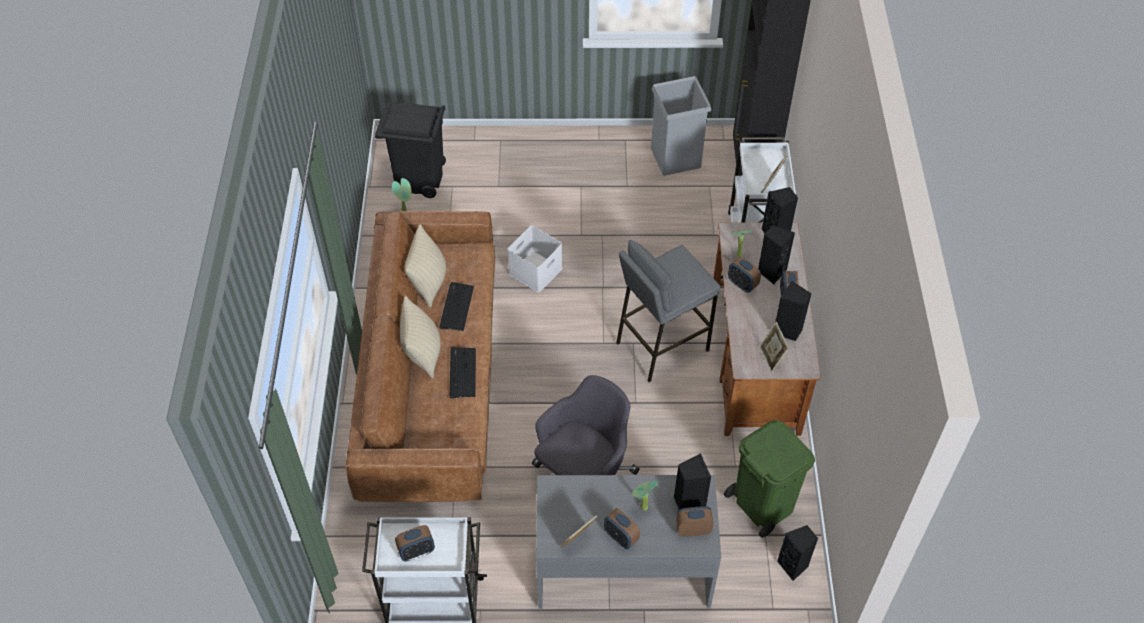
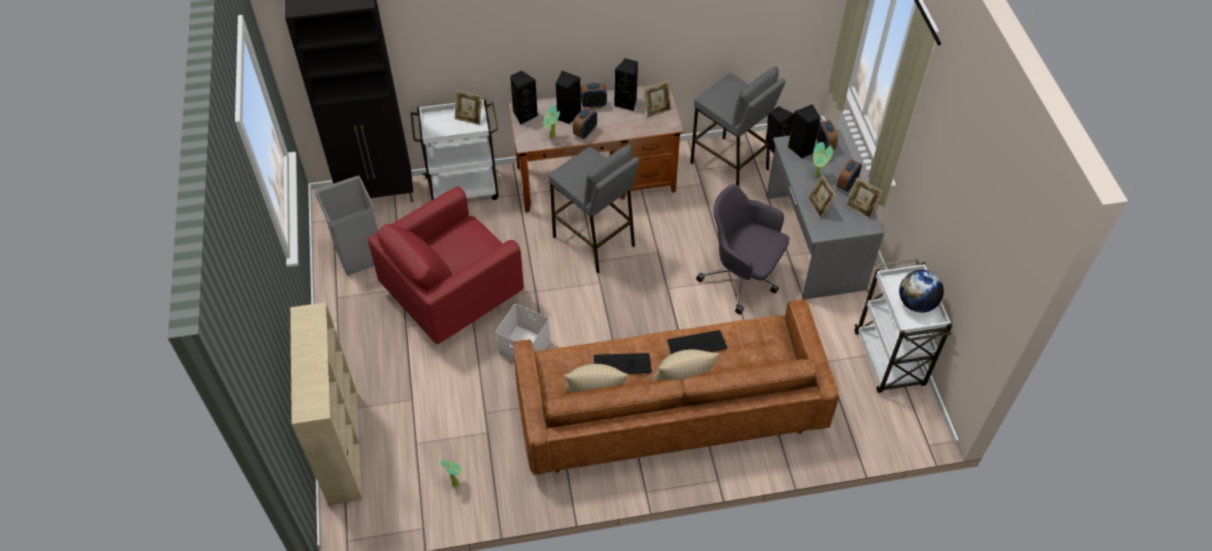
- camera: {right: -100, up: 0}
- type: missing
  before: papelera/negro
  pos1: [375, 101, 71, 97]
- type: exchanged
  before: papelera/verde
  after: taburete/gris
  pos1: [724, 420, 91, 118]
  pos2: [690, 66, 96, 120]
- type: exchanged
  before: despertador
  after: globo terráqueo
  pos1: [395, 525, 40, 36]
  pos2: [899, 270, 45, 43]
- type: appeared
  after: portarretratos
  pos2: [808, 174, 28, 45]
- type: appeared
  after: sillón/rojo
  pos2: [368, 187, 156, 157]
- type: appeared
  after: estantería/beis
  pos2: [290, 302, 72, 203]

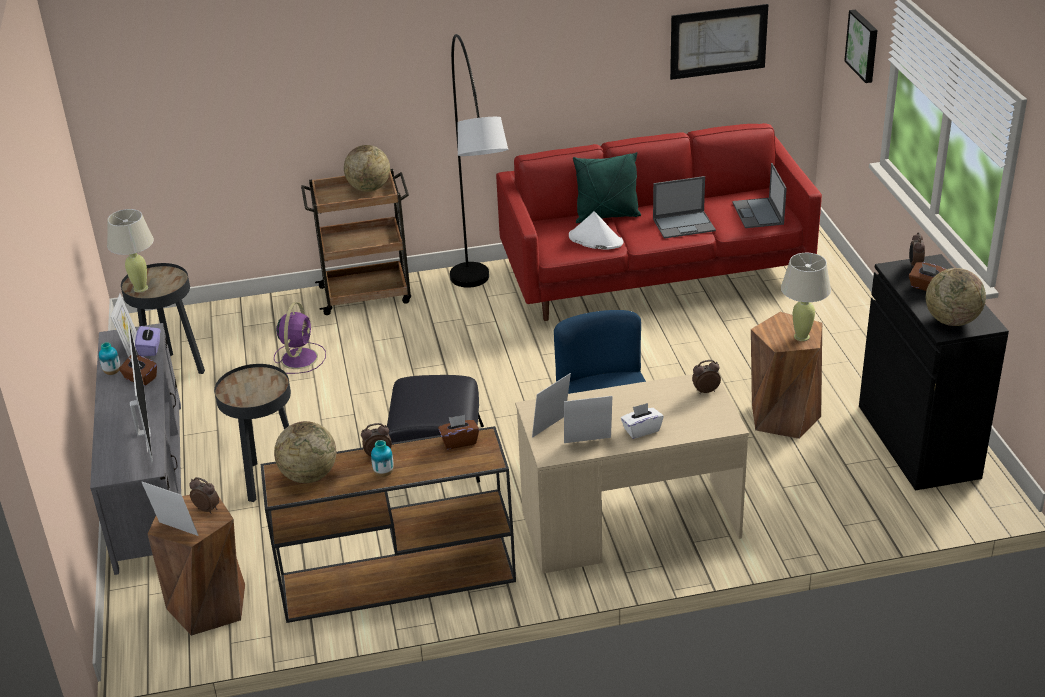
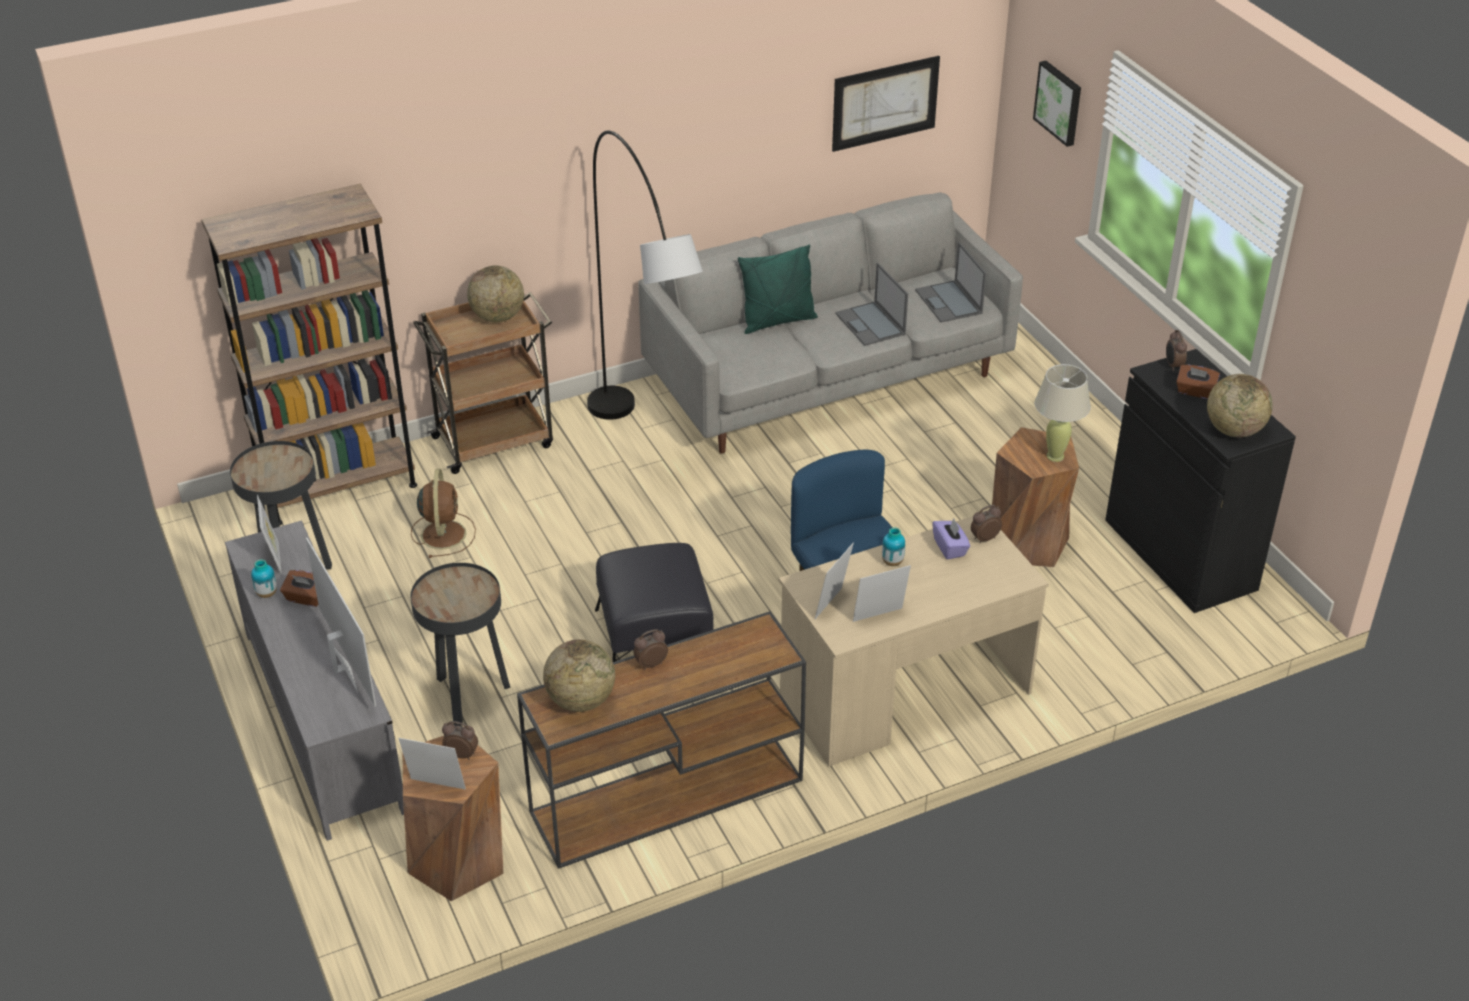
- camera: {right: -15, up: 5}
- type: colour
  before: sofá/rojo
  after: sofá/gris
  pos1: [496, 123, 326, 198]
  pos2: [638, 193, 385, 261]
- type: spun
  before: portátil
  pos1: [653, 176, 63, 63]
  pos2: [835, 263, 73, 83]
  turn: 90
- type: missing
  before: lámpara de mesa/beis
  pos1: [107, 209, 47, 83]
- type: missing
  before: sombrero/blanco
  pos1: [569, 211, 54, 39]
- type: colour
  before: ventilador/morado
  after: ventilador/marrón
  pos1: [274, 302, 52, 72]
  pos2: [411, 469, 65, 89]
- type: relocated
  before: caja de pañuelos/morado
  pos1: [135, 324, 25, 33]
  pos2: [932, 518, 38, 42]
- type: missing
  before: caja de pañuelos/blanco
  pos1: [621, 403, 43, 36]
- type: missing
  before: caja de pañuelos/marrón
  pos1: [438, 415, 41, 34]
- type: relocated
  before: florero
  pos1: [371, 440, 23, 37]
  pos2: [882, 528, 23, 38]
- type: appeared
  after: estantería/marrón
  pos2: [201, 184, 216, 342]

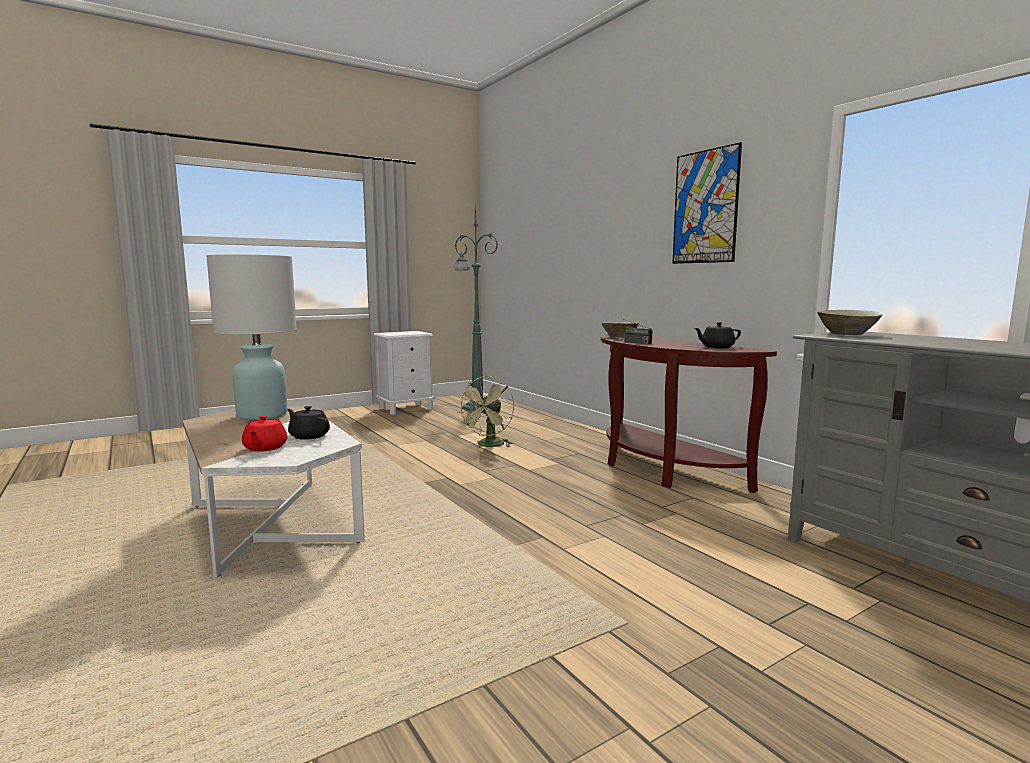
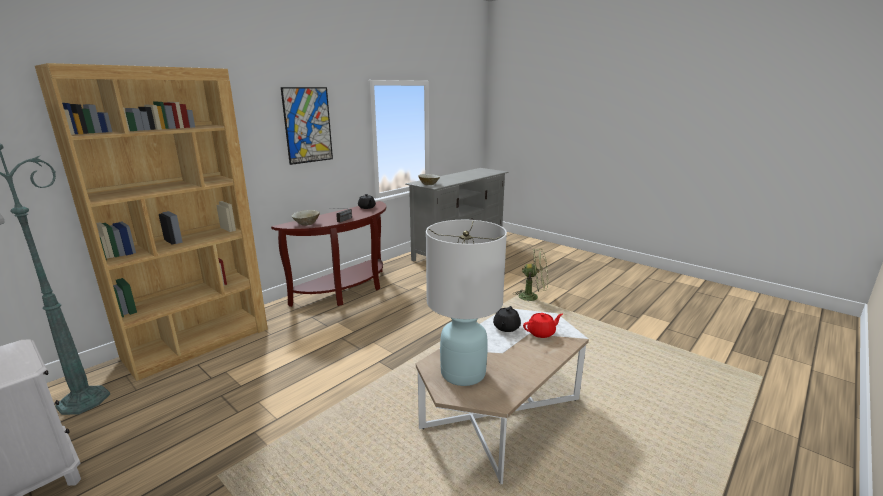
- camera: {right: -105, up: 10}
- type: relocated
  before: ventilador/verde
  pos1: [457, 376, 57, 72]
  pos2: [514, 249, 34, 55]
- type: appeared
  after: estantería/marrón
  pos2: [35, 63, 233, 318]

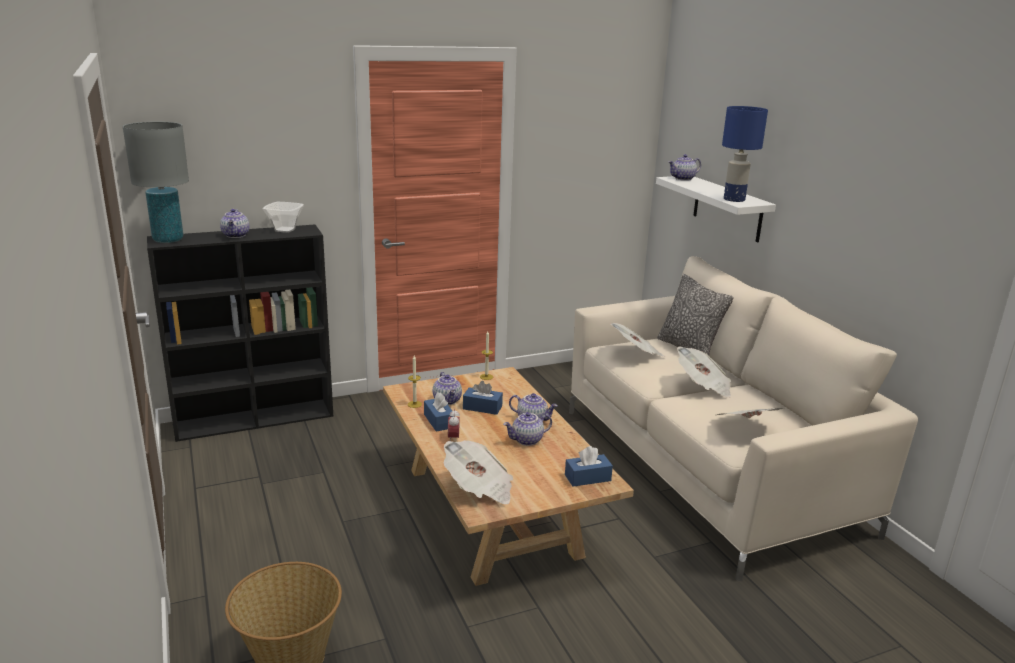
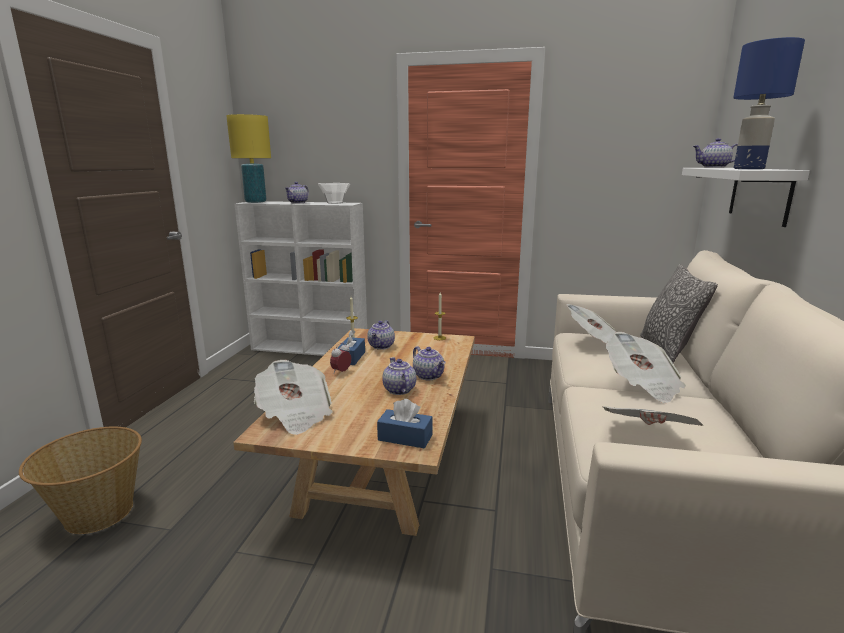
- camera: {right: 35, up: -5}
- type: colour
  before: lámpara de mesa/gris
  after: lámpara de mesa/amarillo
  pos1: [123, 121, 66, 122]
  pos2: [226, 114, 45, 89]
- type: colour
  before: estantería/negro
  after: estantería/blanco
  pos1: [147, 225, 186, 217]
  pos2: [235, 201, 132, 155]
- type: missing
  before: caja de pañuelos/azul
  pos1: [463, 381, 40, 34]
- type: spun
  before: tetera
  pos1: [503, 412, 49, 34]
  pos2: [382, 357, 34, 38]
  turn: 60

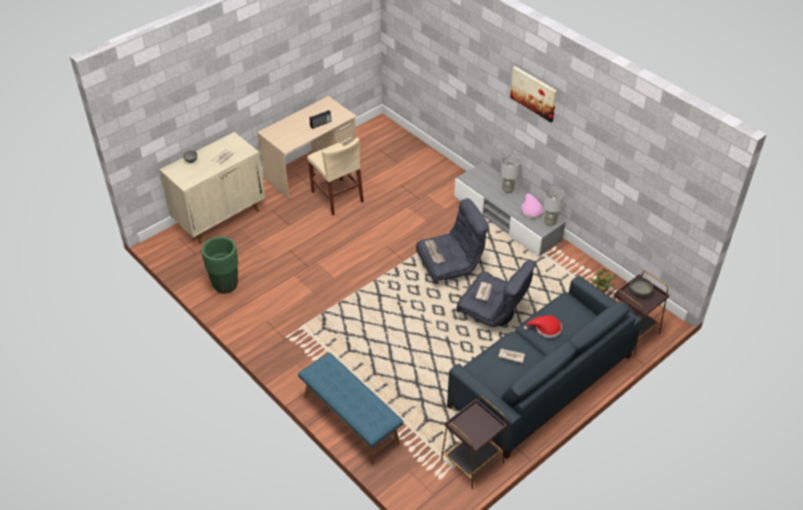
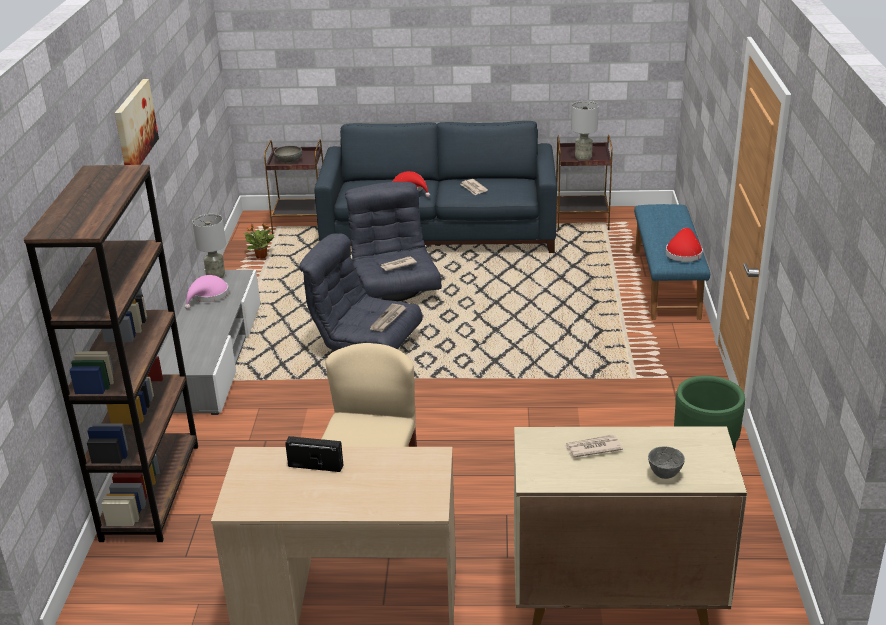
- camera: {right: -135, up: -15}
- type: relocated
  before: lámpara de mesa/gris
  pos1: [501, 155, 19, 38]
  pos2: [571, 101, 28, 59]
- type: appeared
  after: estantería/marrón
  pos2: [24, 165, 174, 377]
- type: appeared
  after: sombrero/rojo
  pos2: [666, 228, 37, 34]

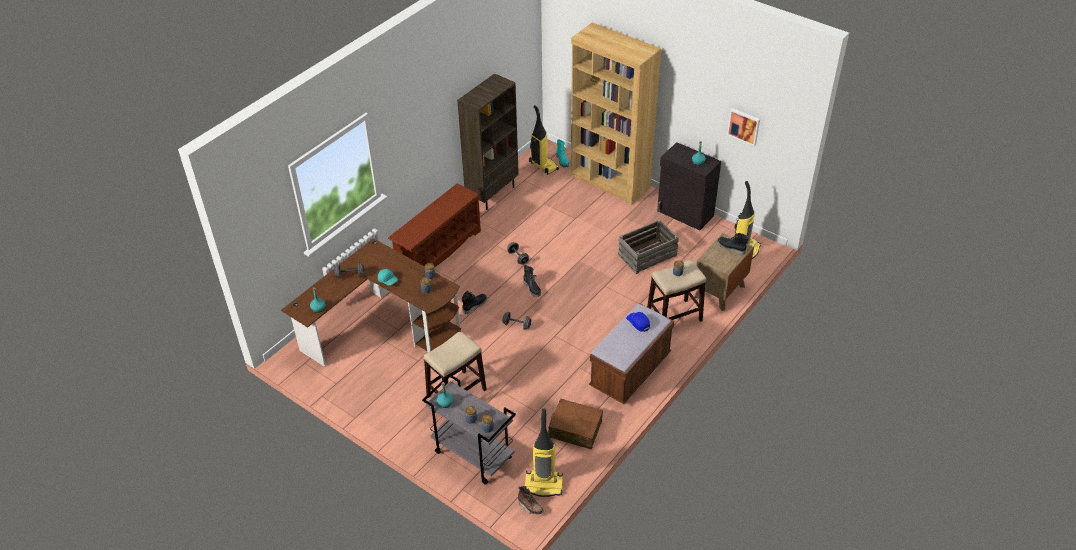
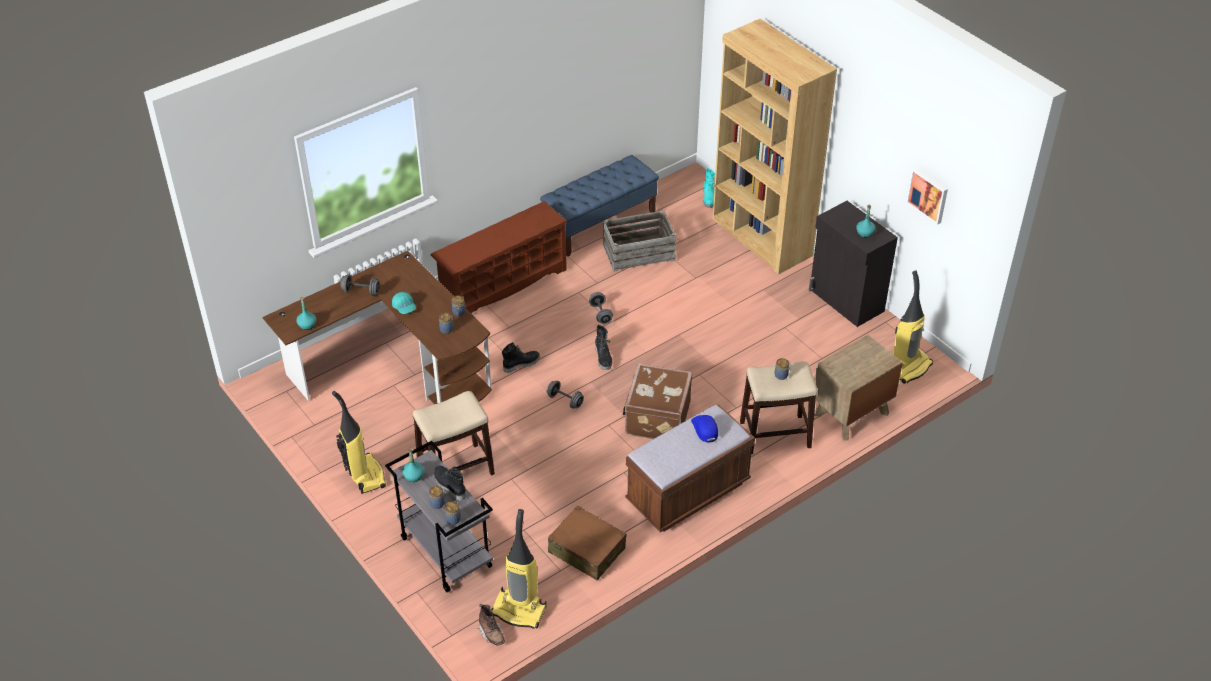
- camera: {right: 15, up: 0}
- type: exchanged
  before: estantería/marrón
  after: banco/azul
  pos1: [457, 73, 62, 137]
  pos2: [540, 155, 119, 102]
- type: relocated
  before: aspiradora
  pos1: [529, 105, 30, 70]
  pos2: [332, 391, 54, 103]
- type: relocated
  before: caja de embalaje
  pos1: [618, 220, 61, 54]
  pos2: [603, 211, 73, 61]
- type: relocated
  before: bota/negro
  pos1: [717, 233, 31, 22]
  pos2: [434, 466, 32, 35]
- type: appeared
  after: maleta/marrón
  pos2: [622, 363, 70, 76]

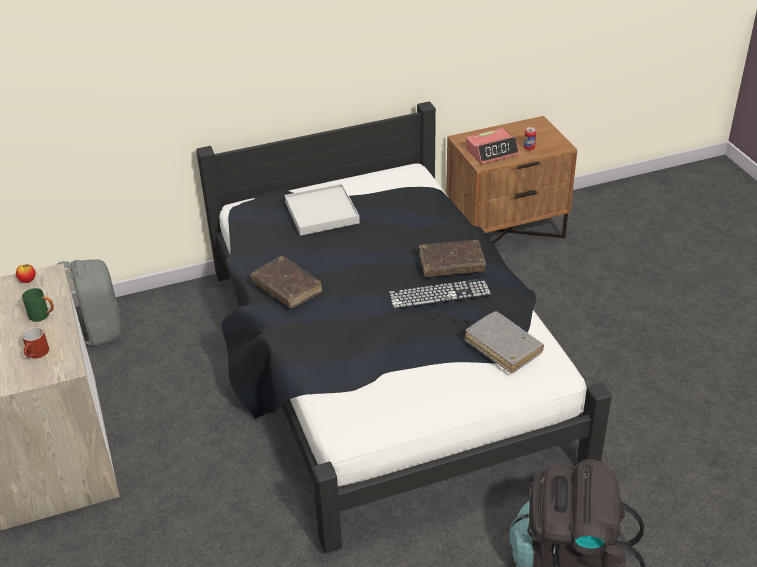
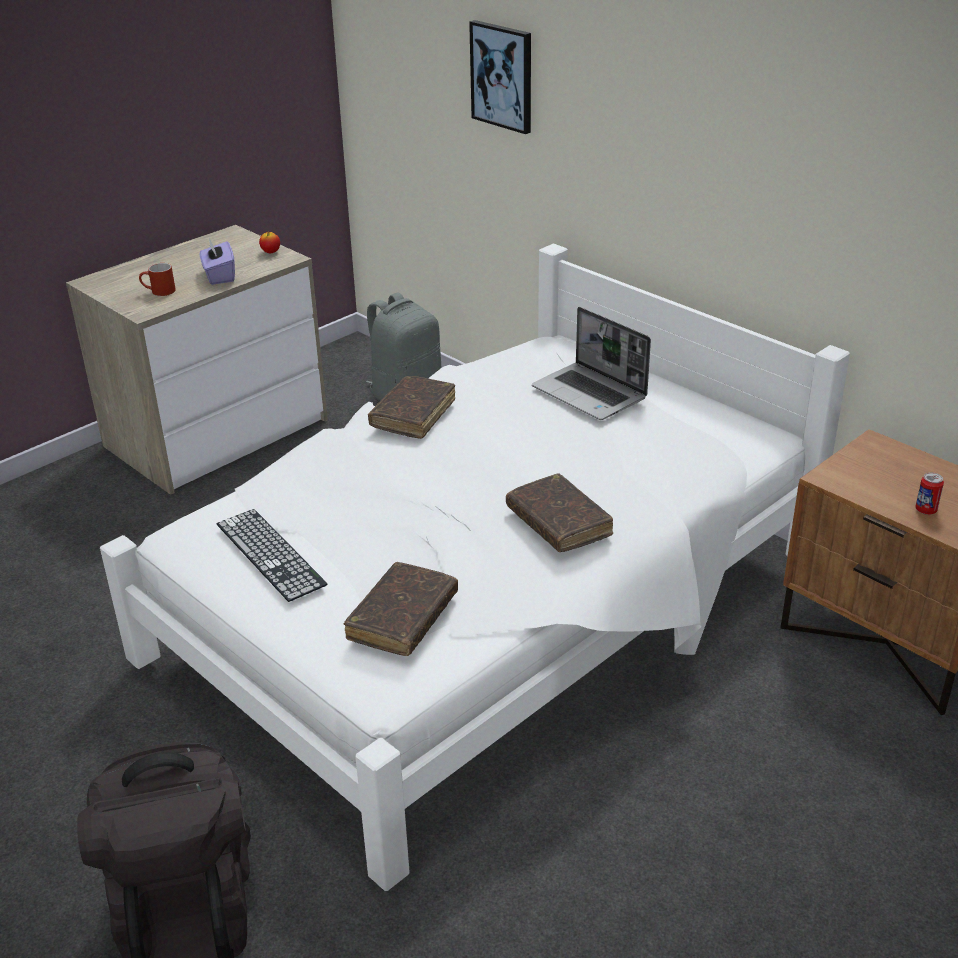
- camera: {right: 65, up: -5}
- type: colour
  before: cama/negro
  after: cama/blanco
  pos1: [196, 101, 416, 452]
  pos2: [100, 243, 750, 648]
- type: missing
  before: despertador
  pos1: [466, 128, 53, 36]
- type: exchanged
  before: bandeja/blanco
  after: portátil
  pos1: [285, 184, 75, 52]
  pos2: [532, 307, 119, 113]
- type: relocated
  before: teclado
  pos1: [388, 278, 103, 32]
  pos2: [217, 509, 111, 93]
- type: exchanged
  before: taza grande/verde
  after: caja de pañuelos/morado
  pos1: [22, 288, 32, 34]
  pos2: [200, 238, 35, 47]
- type: colour
  before: libro/gris
  after: libro/marrón
  pos1: [465, 311, 79, 63]
  pos2: [344, 562, 114, 94]
- type: appeared
  after: cuadro
  pos2: [469, 20, 62, 114]

